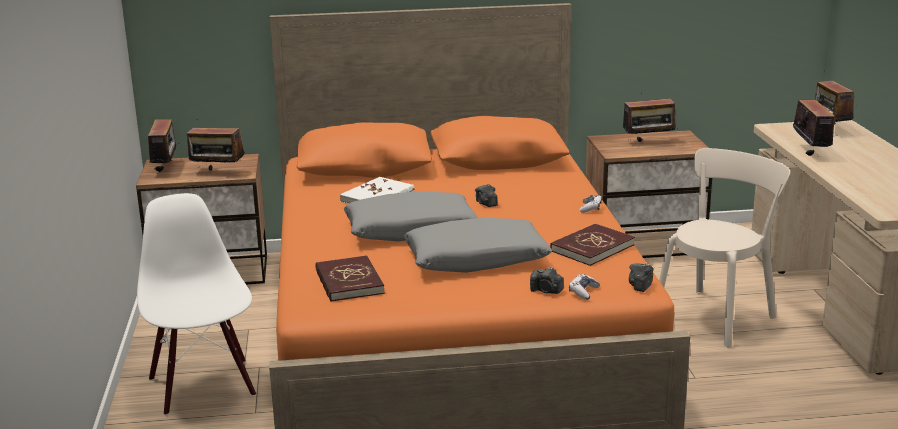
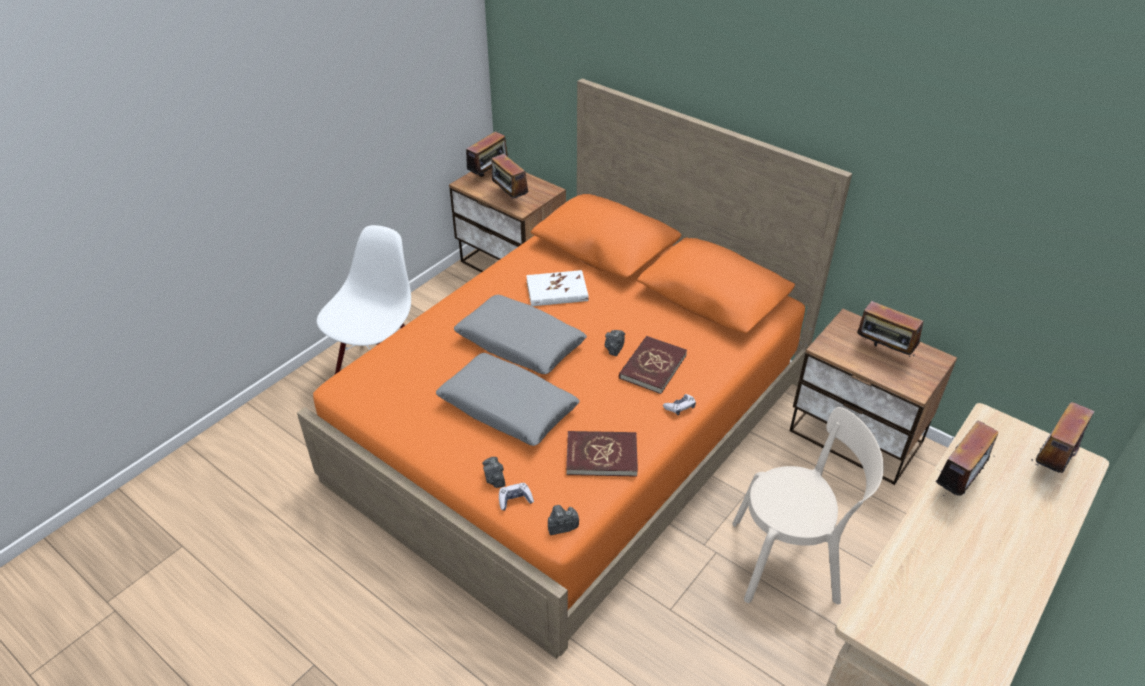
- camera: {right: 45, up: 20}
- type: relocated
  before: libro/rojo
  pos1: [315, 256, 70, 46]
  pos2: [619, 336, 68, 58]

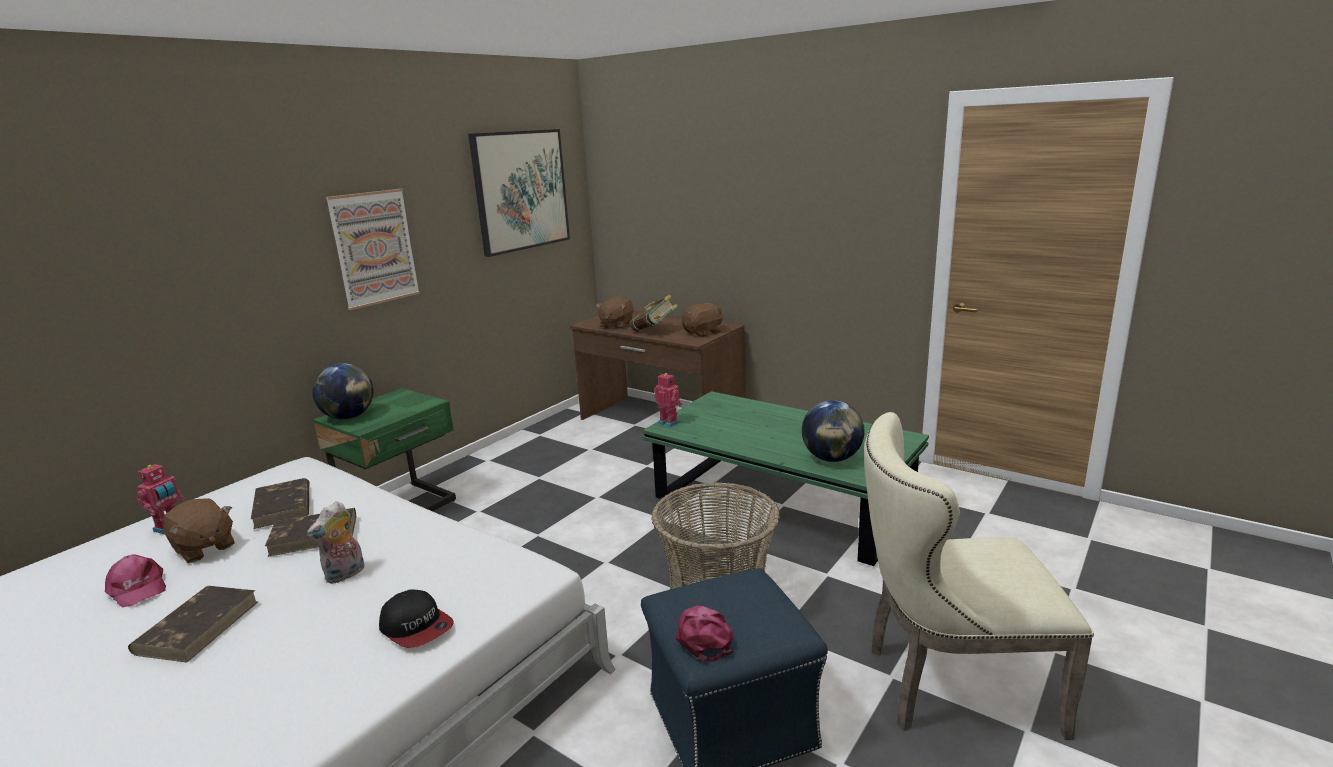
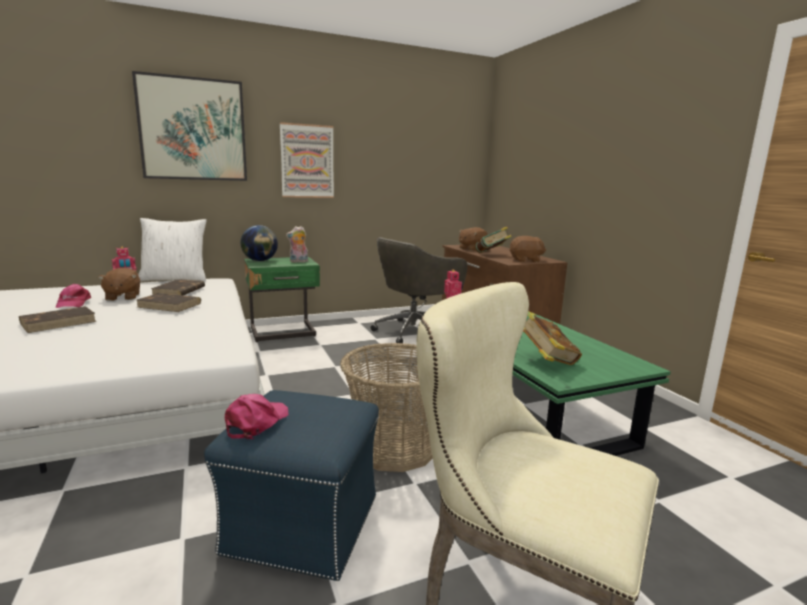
- camera: {right: 30, up: -5}
- type: relocated
  before: cuadro
  pos1: [468, 129, 102, 128]
  pos2: [132, 71, 115, 110]
- type: exchanged
  before: globo terráqueo
  after: libro
  pos1: [802, 400, 62, 62]
  pos2: [523, 311, 59, 54]
- type: relocated
  before: peluche
  pos1: [307, 501, 57, 83]
  pos2: [286, 226, 22, 37]
- type: missing
  before: gorra
  pos1: [379, 589, 75, 59]
- type: appeared
  after: cojín/blanco
  pos2: [138, 218, 69, 64]
- type: appeared
  after: silla de oficina/gris
  pos2: [371, 237, 96, 106]

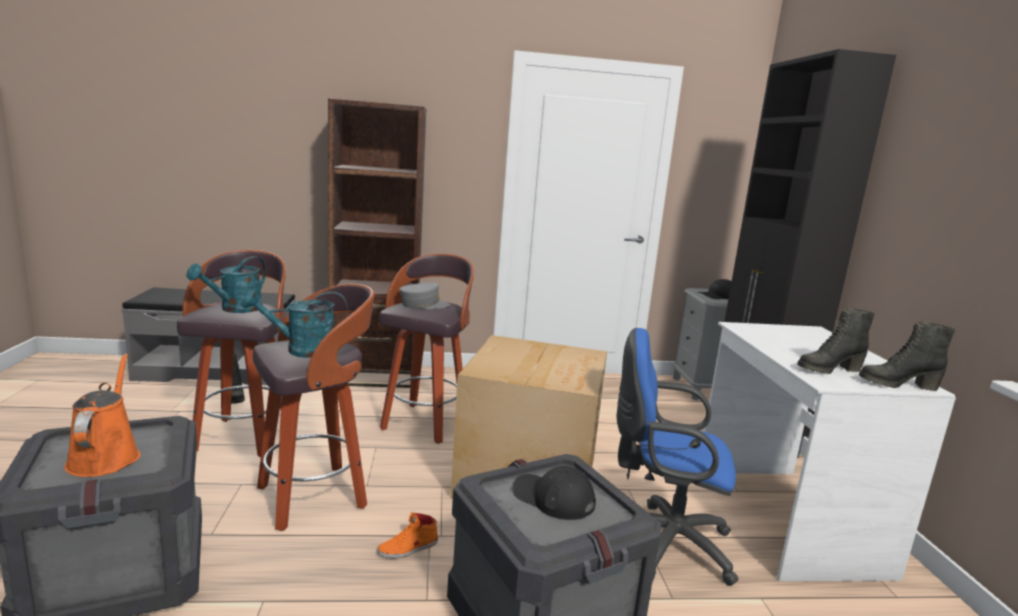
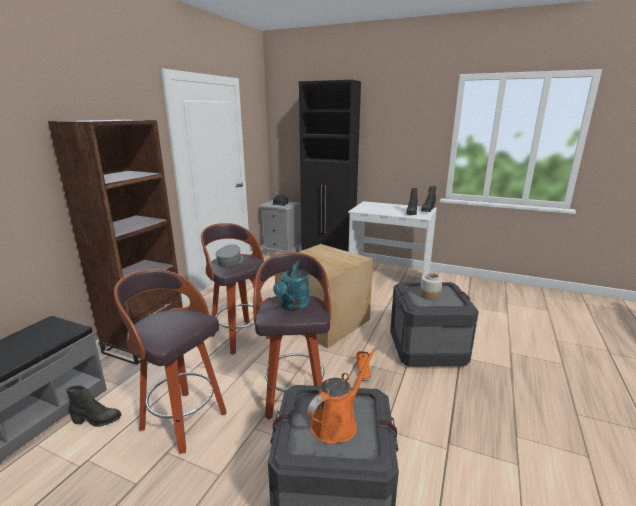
- camera: {right: -60, up: 5}
- type: missing
  before: regadera/turquesa
  pos1: [187, 256, 79, 57]
- type: missing
  before: silla de oficina/azul
  pos1: [617, 328, 122, 258]
- type: spun
  before: regadera/naranja
  pos1: [64, 354, 76, 123]
  pos2: [307, 348, 70, 96]
  turn: 120
- type: exchanged
  before: gorra/negro
  after: tarro
  pos1: [512, 465, 84, 55]
  pos2: [420, 273, 23, 27]

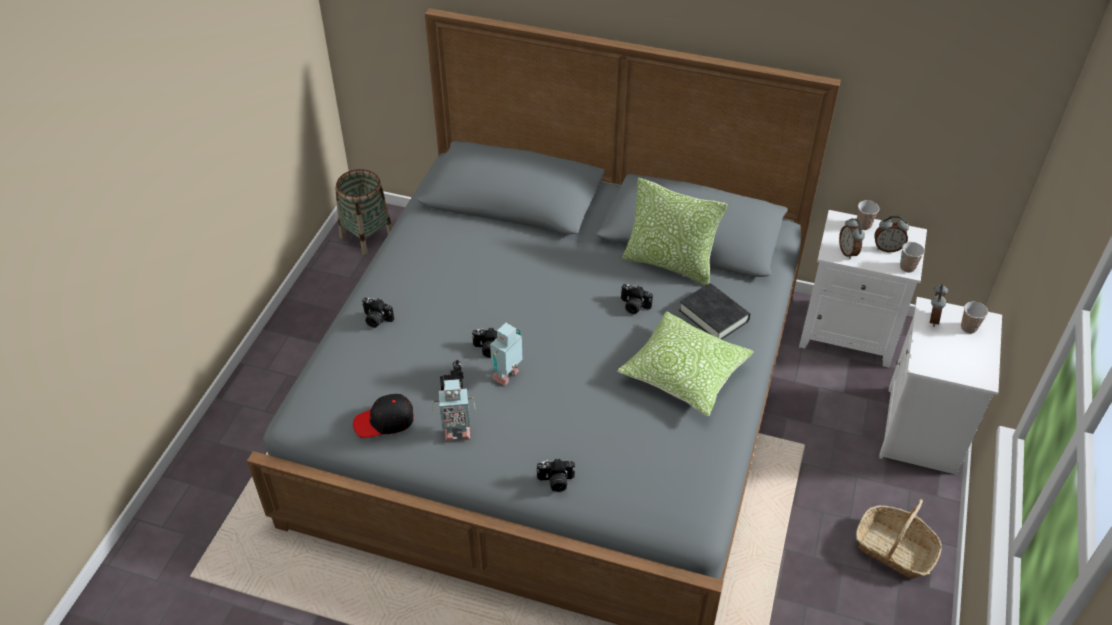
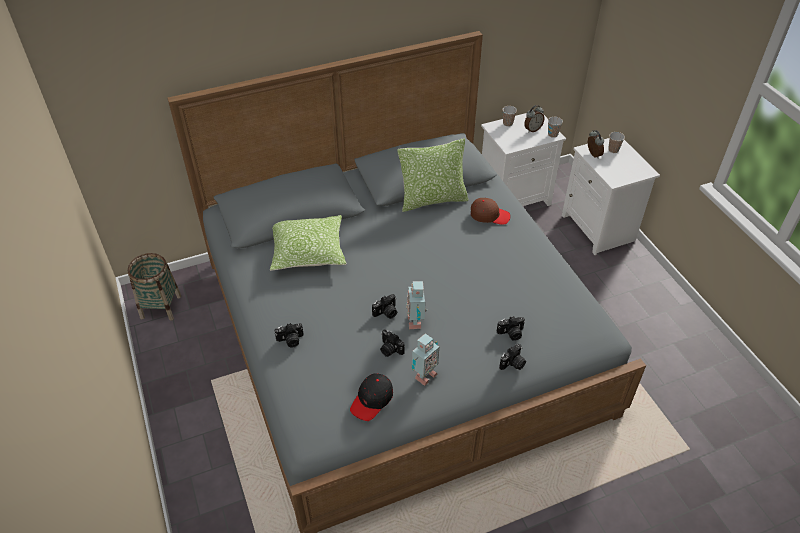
- camera: {right: -40, up: 0}
- type: missing
  before: despertador
  pos1: [839, 218, 26, 41]
- type: exchanged
  before: libro/negro
  after: gorra/marrón
  pos1: [679, 283, 71, 57]
  pos2: [471, 198, 40, 27]
- type: relocated
  before: cámara
  pos1: [620, 284, 33, 30]
  pos2: [497, 316, 28, 25]
- type: relocated
  before: cojín
  pos1: [617, 311, 137, 106]
  pos2: [270, 215, 77, 56]
- type: missing
  before: cesta
  pos1: [856, 499, 86, 80]

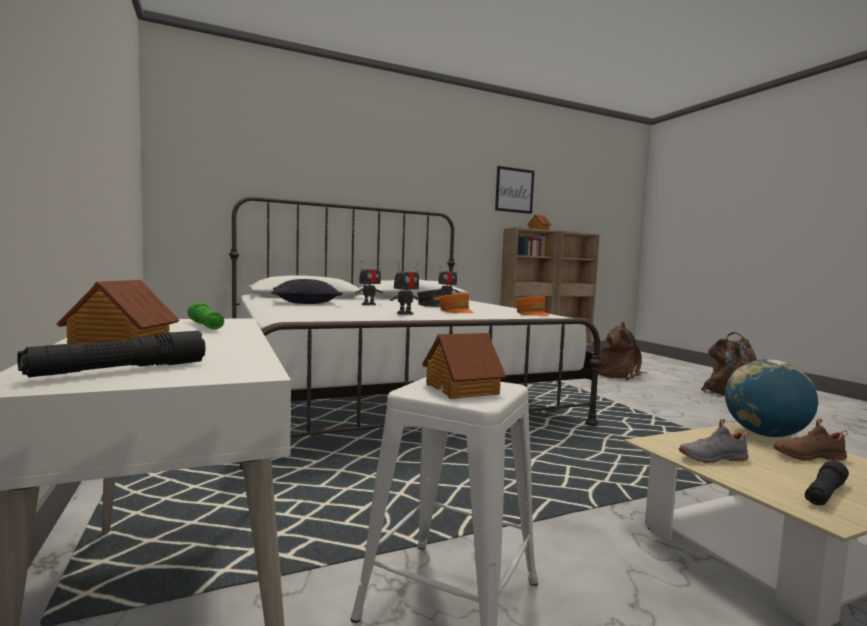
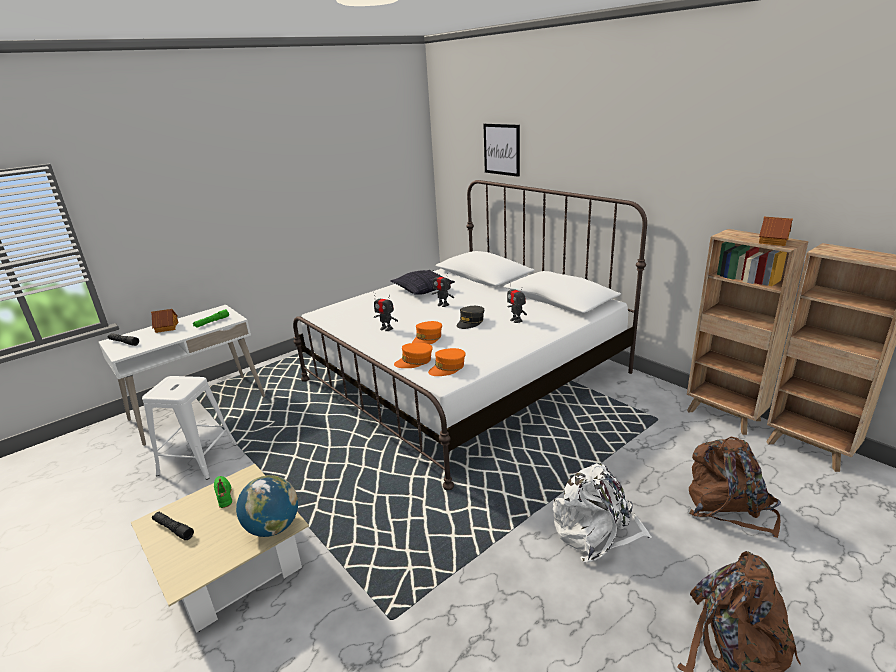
- camera: {right: 75, up: 20}
- type: relocated
  before: cuadro
  pos1: [495, 166, 39, 48]
  pos2: [484, 124, 36, 53]
- type: missing
  before: casita
  pos1: [422, 333, 84, 66]
- type: colour
  before: zapato/gris
  after: zapato/verde
  pos1: [679, 419, 70, 45]
  pos2: [214, 476, 18, 32]
- type: missing
  before: zapato/marrón
  pos1: [774, 419, 74, 42]
- type: appeared
  after: gorra/naranja
  pos2: [394, 343, 39, 25]
- type: appeared
  after: mochila/blanco
  pos2: [553, 463, 99, 99]

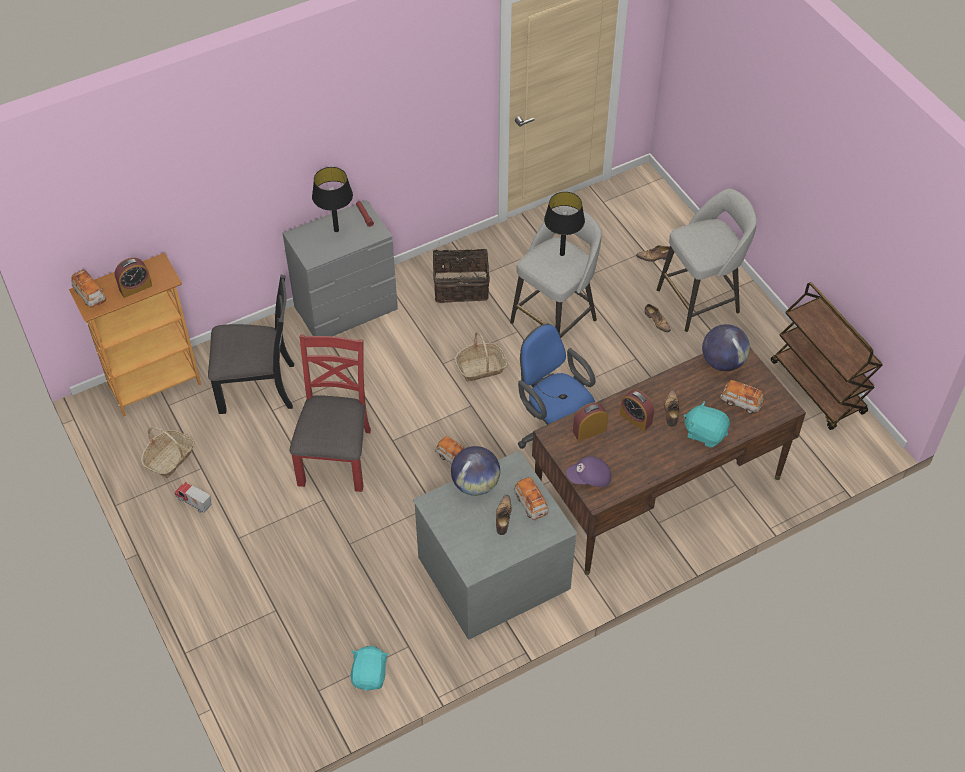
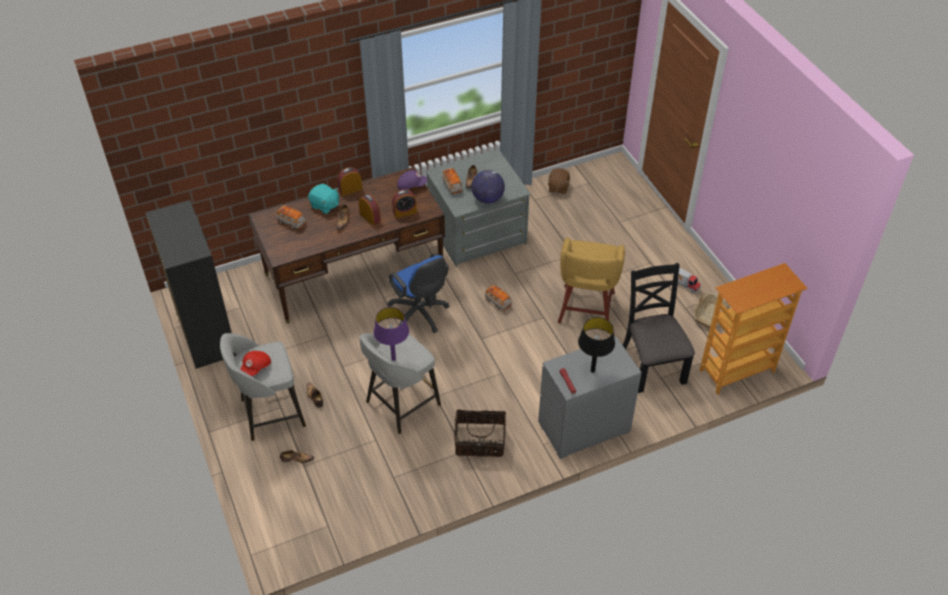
- camera: {right: -175, up: -5}
- type: colour
  before: lámpara de mesa/negro
  after: lámpara de mesa/morado
  pos1: [544, 192, 41, 64]
  pos2: [374, 307, 35, 54]
- type: relocated
  before: despertador
  pos1: [115, 258, 37, 40]
  pos2: [338, 167, 25, 29]
- type: missing
  before: coche de juguete
  pos1: [71, 269, 35, 39]
- type: spun
  before: silla/negro
  pos1: [208, 275, 86, 139]
  pos2: [623, 263, 72, 130]
  turn: 75
- type: exchanged
  before: carrito/marrón
  after: cómoda/negro
  pos1: [771, 282, 111, 148]
  pos2: [145, 200, 91, 169]
- type: missing
  before: globo terráqueo
  pos1: [702, 324, 48, 47]
- type: missing
  before: cesta
  pos1: [455, 332, 53, 50]
- type: exchanged
  before: silla/rojo
  after: taburete/amarillo
  pos1: [290, 334, 81, 158]
  pos2: [558, 238, 67, 85]
- type: colour
  before: peluche/turquesa
  after: peluche/marrón
  pos1: [351, 645, 37, 46]
  pos2: [547, 168, 23, 26]
- type: appeared
  after: gorra/rojo
  pos2: [240, 351, 31, 25]

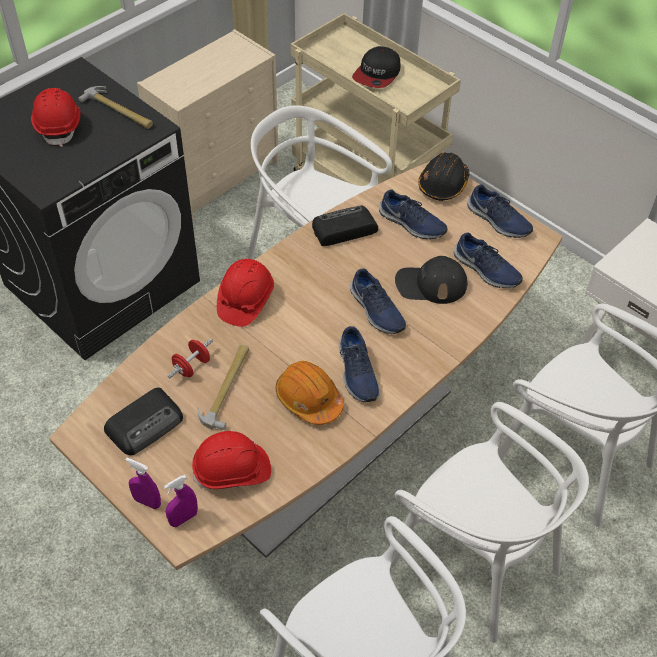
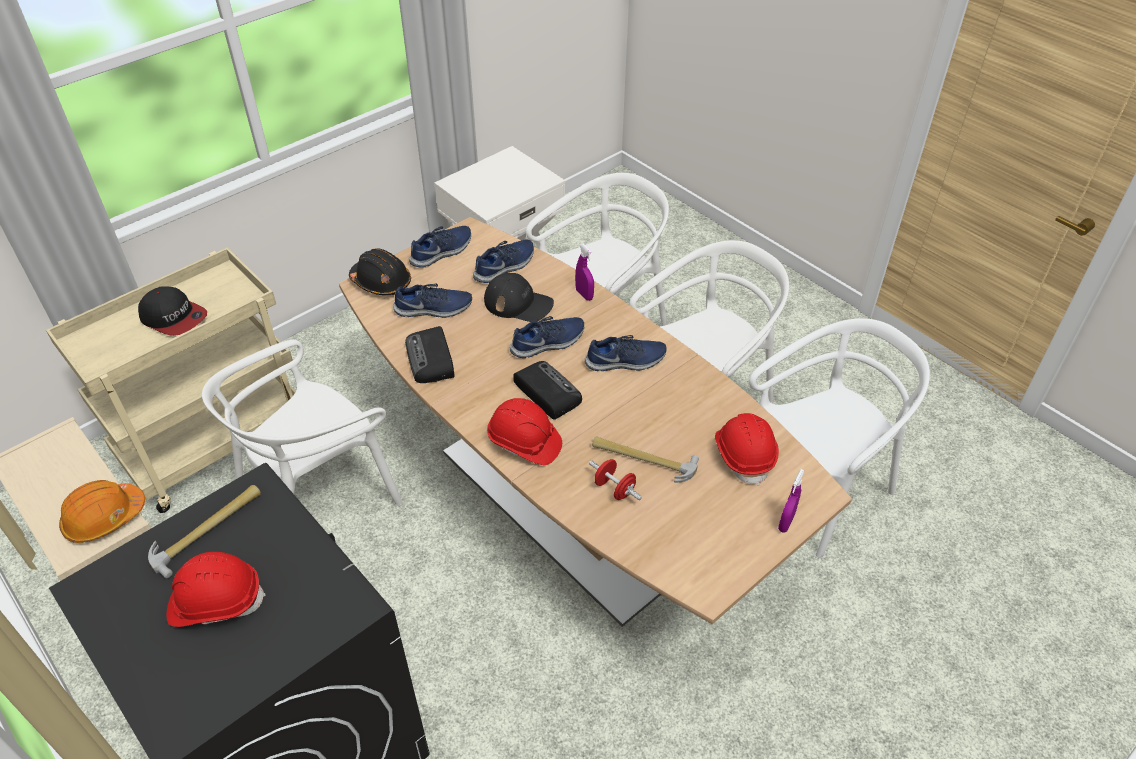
- camera: {right: -85, up: -5}
- type: spun
  before: zapato/azul
  pos1: [379, 189, 69, 50]
  pos2: [393, 284, 79, 34]
  turn: 45
- type: spun
  before: gorra/negro
  pos1: [395, 256, 73, 48]
  pos2: [484, 273, 70, 49]
  turn: -75
- type: relocated
  before: casco/naranja
  pos1: [276, 361, 68, 64]
  pos2: [59, 480, 86, 63]
- type: relocated
  before: radio
  pos1: [104, 388, 79, 67]
  pos2: [513, 361, 69, 59]
- type: relocated
  before: pulverizador/morado
  pos1: [164, 475, 34, 52]
  pos2: [575, 243, 19, 58]

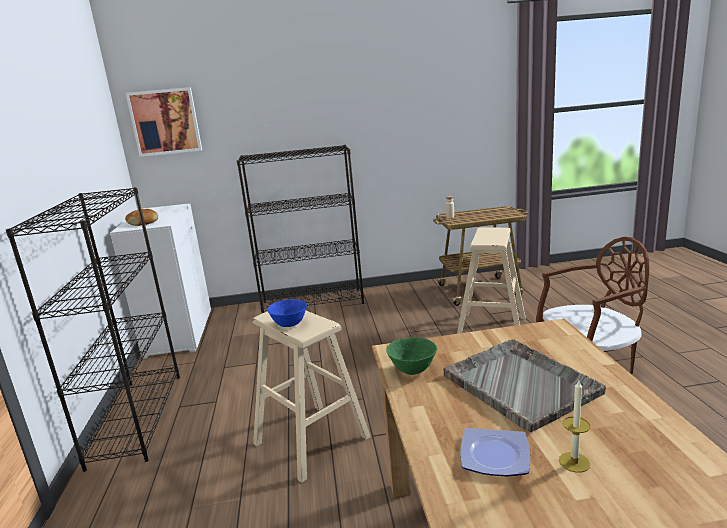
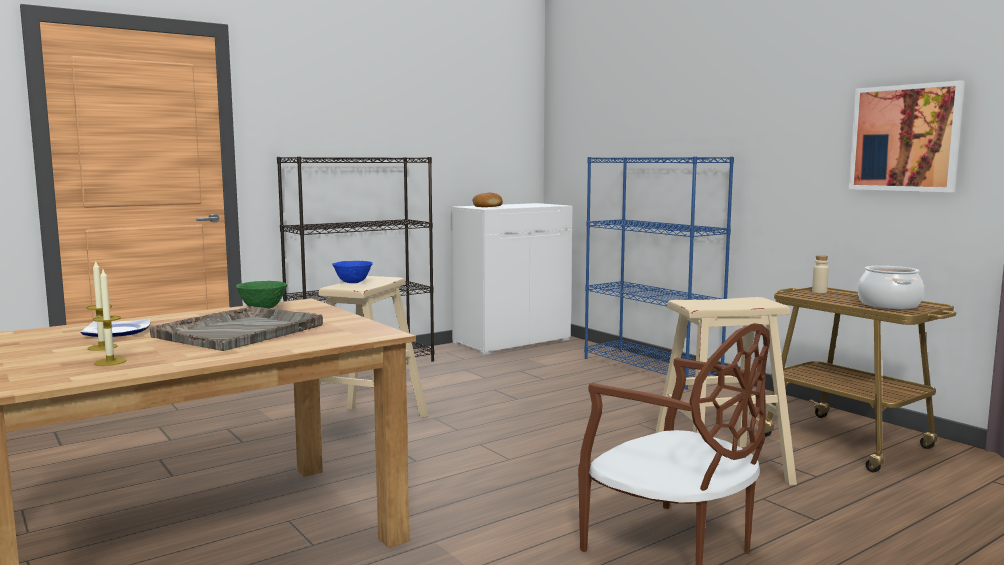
- camera: {right: 60, up: -10}
- type: relocated
  before: cuadro
  pos1: [125, 87, 77, 70]
  pos2: [849, 81, 116, 111]
- type: colour
  before: estantería/negro
  after: estantería/azul
  pos1: [237, 145, 127, 168]
  pos2: [584, 156, 150, 233]
- type: appeared
  after: olla
  pos2: [857, 266, 67, 43]
- type: appeared
  after: vela
  pos2: [93, 270, 34, 96]

